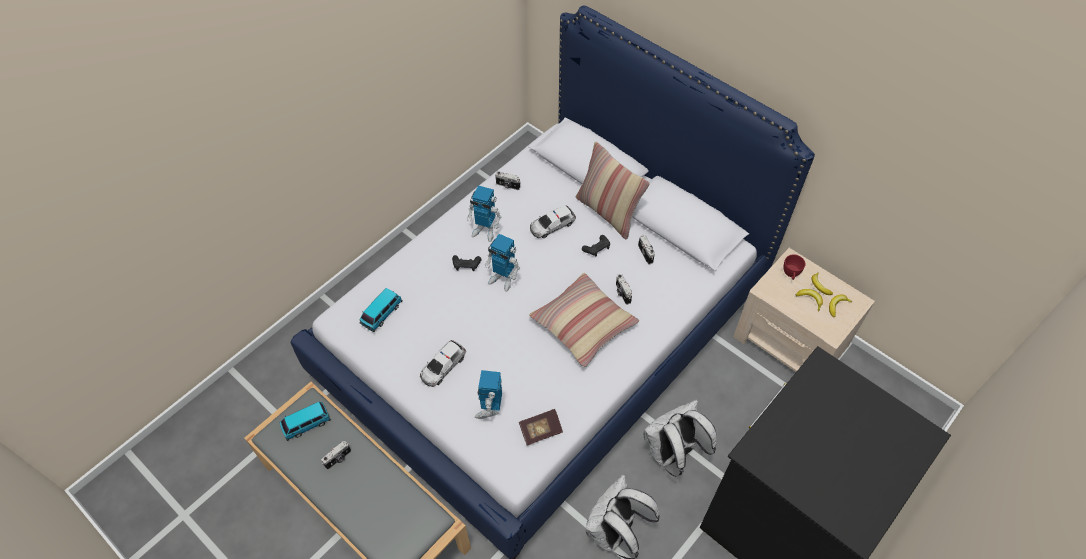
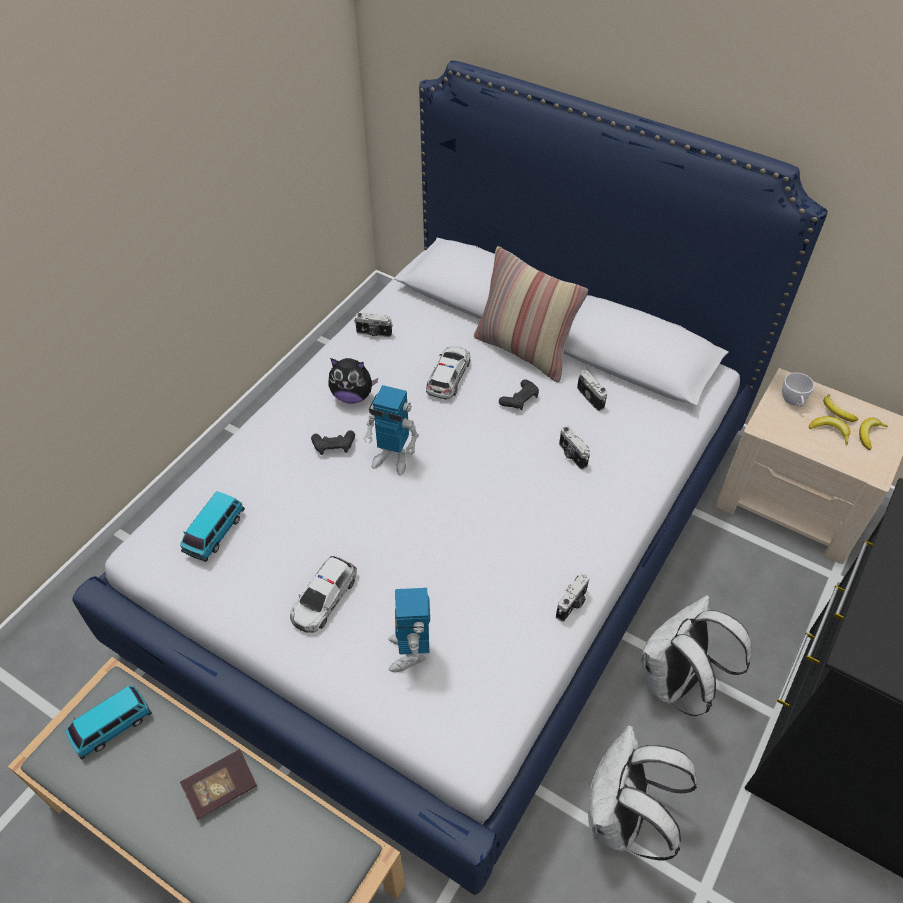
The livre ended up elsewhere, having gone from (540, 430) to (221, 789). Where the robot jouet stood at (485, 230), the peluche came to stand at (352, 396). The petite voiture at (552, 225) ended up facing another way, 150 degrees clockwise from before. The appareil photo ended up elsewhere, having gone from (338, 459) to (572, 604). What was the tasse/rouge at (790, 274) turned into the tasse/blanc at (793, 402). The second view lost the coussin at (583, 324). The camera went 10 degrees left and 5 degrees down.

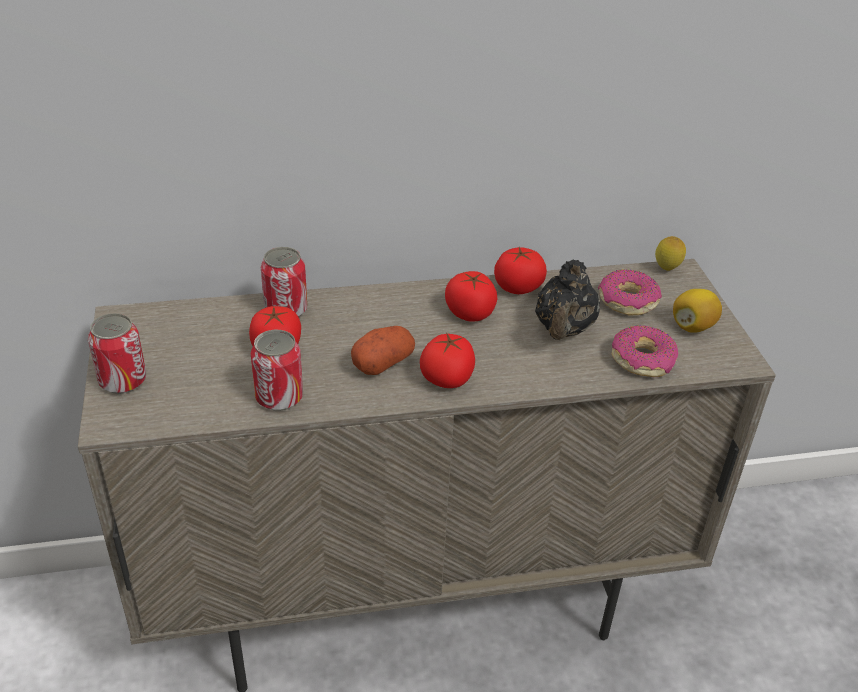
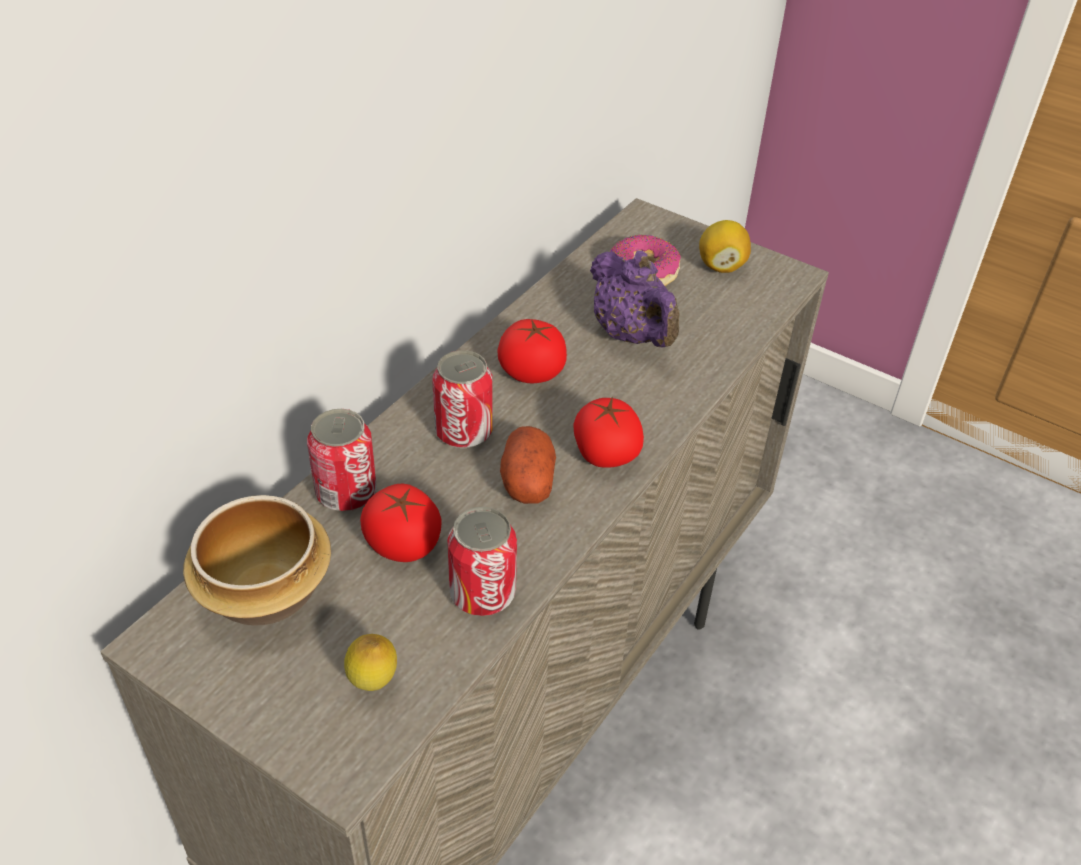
The second view gained the bol at (268, 594). The citron ended up elsewhere, having gone from (666, 270) to (373, 683). The boîte métallique ended up elsewhere, having gone from (123, 381) to (463, 431). What was the théière/noir at (563, 330) turned into the théière/violet at (632, 335). The second view lost the tomate at (518, 287). The second view lost the beignet at (642, 360). The camera went 45 degrees left and 5 degrees up.

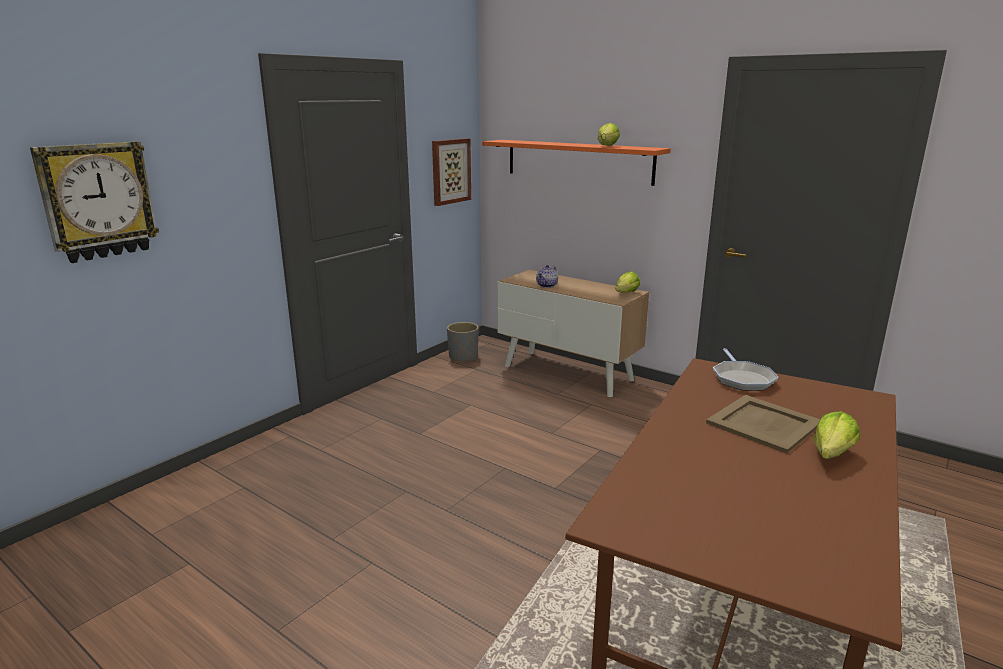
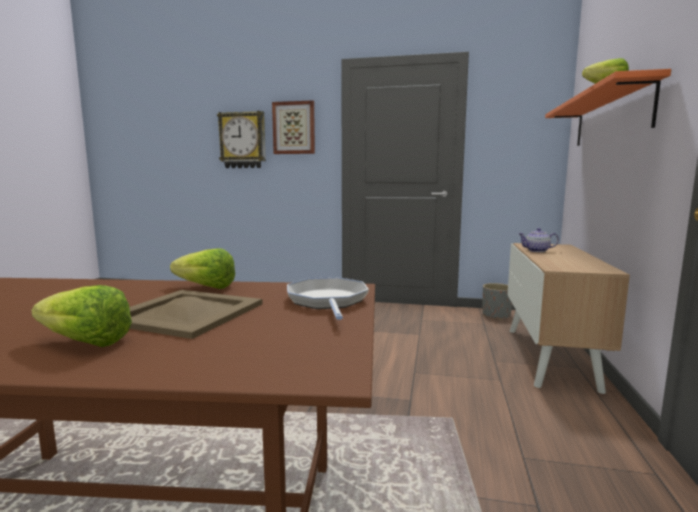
The laitue ended up elsewhere, having gone from (623, 294) to (202, 287). The tableau ended up elsewhere, having gone from (450, 171) to (294, 128). The poêle at (742, 379) ended up facing another way, 105 degrees clockwise from before. The camera went 65 degrees right and 10 degrees down.

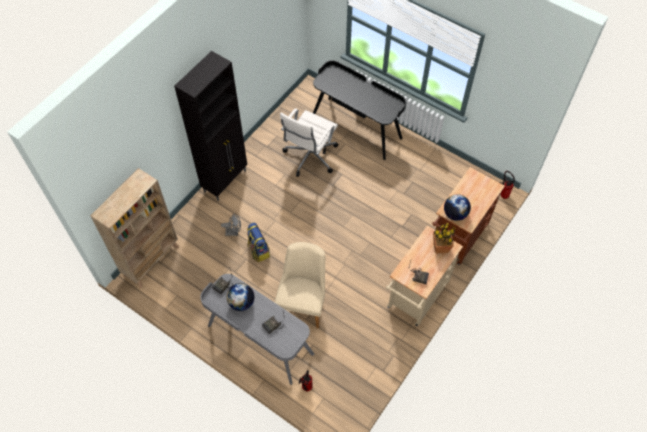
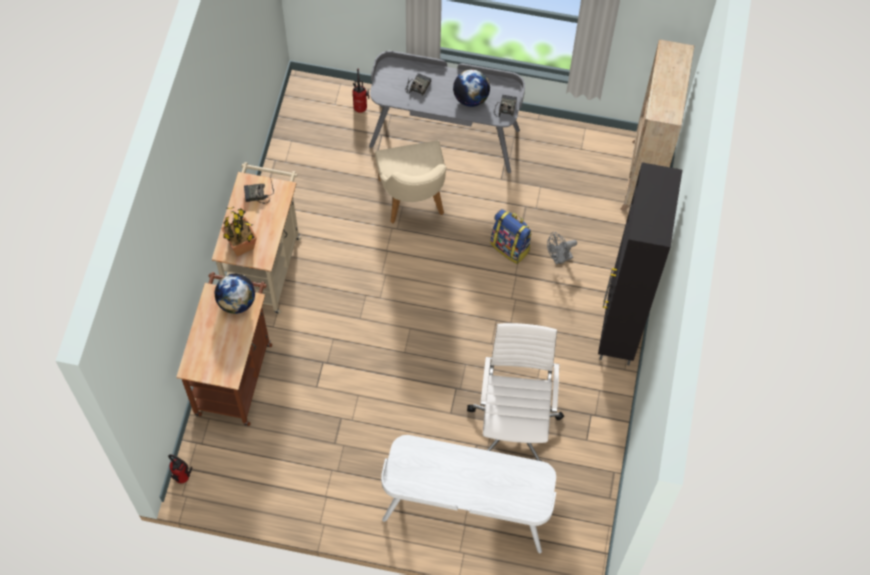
What was the bureau/noir at (356, 127) turned into the bureau/blanc at (466, 510). The camera went 155 degrees right and 5 degrees up.

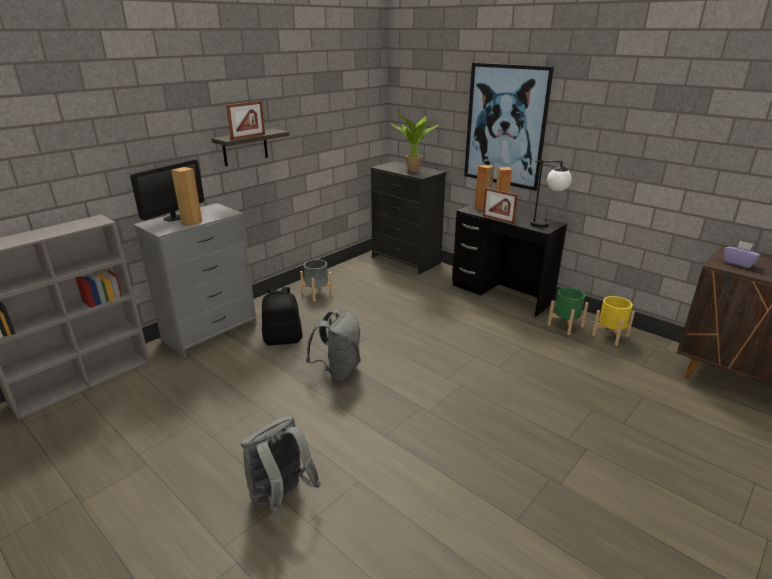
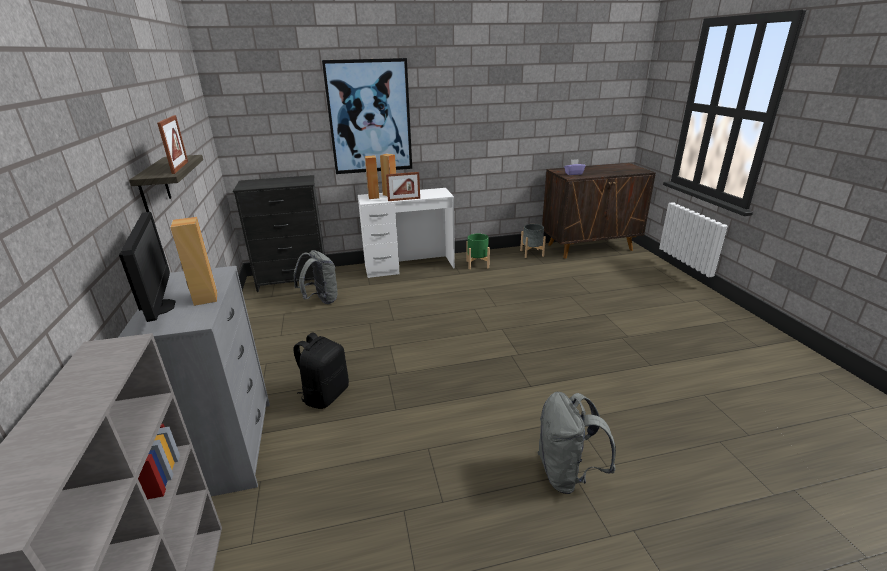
The sac à dos/gris ended up elsewhere, having gone from (338, 371) to (321, 300). What was the bureau/noir at (501, 294) turned into the bureau/blanc at (409, 266). The cache-pot/gris ended up elsewhere, having gone from (317, 294) to (531, 253). The second view lost the plante en pot at (414, 171). The second view lost the lampe de table at (547, 224). The second view lost the cache-pot/jaune at (610, 335). The camera went 55 degrees left and 0 degrees up.

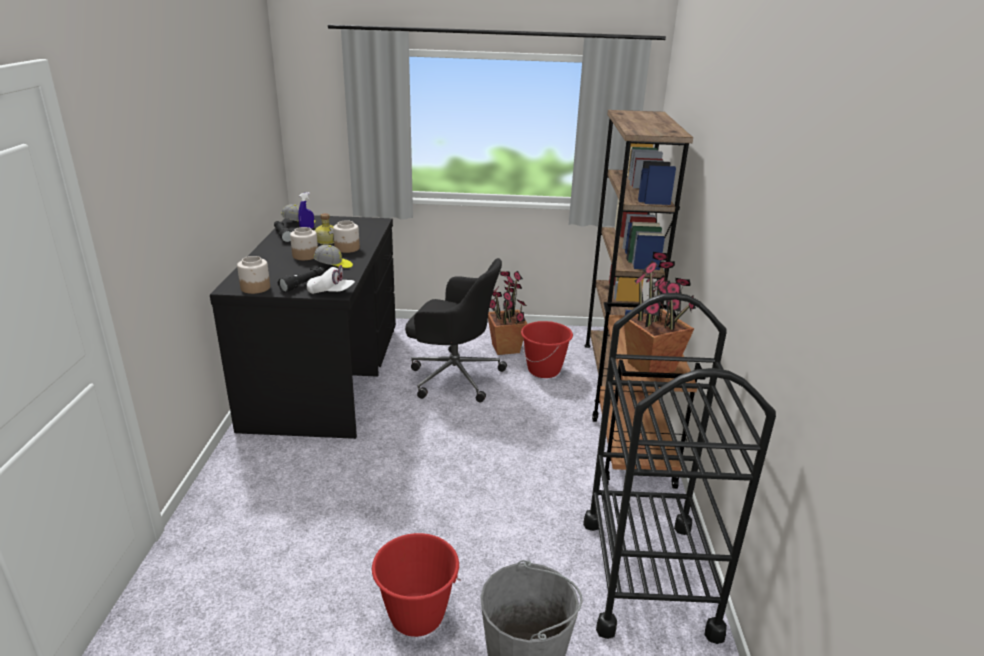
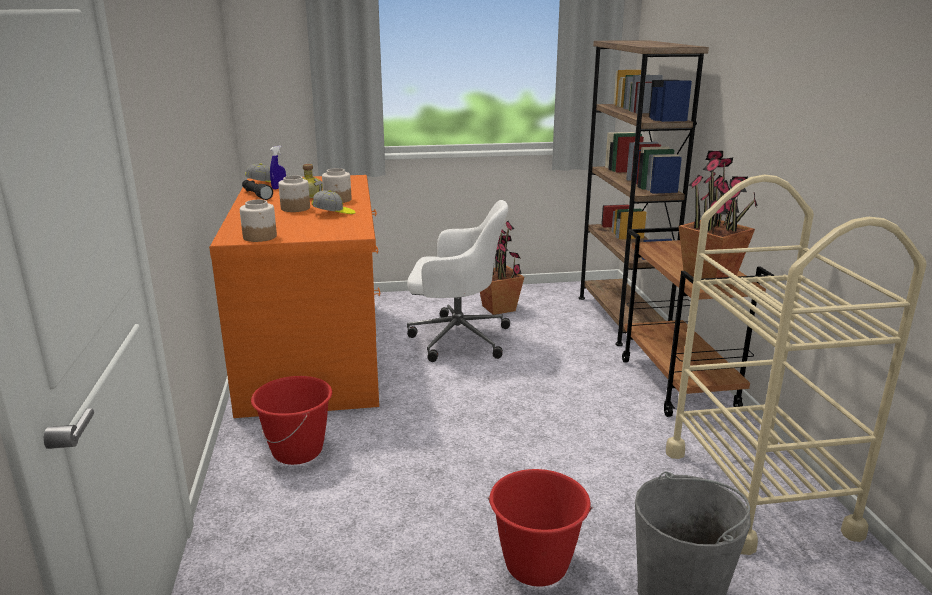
What was the bureau/noir at (326, 375) turned into the bureau/orange at (314, 352). The seau/rouge ended up elsewhere, having gone from (544, 370) to (298, 451). What was the chaise de bureau/noir at (453, 376) turned into the chaise de bureau/blanc at (456, 338). What was the chariot/noir at (647, 575) turned into the chariot/beige at (756, 491). The second view lost the lampe de poche/noir at (304, 284). The second view lost the casquette/blanc at (331, 292). The camera went 10 degrees left and 5 degrees down.

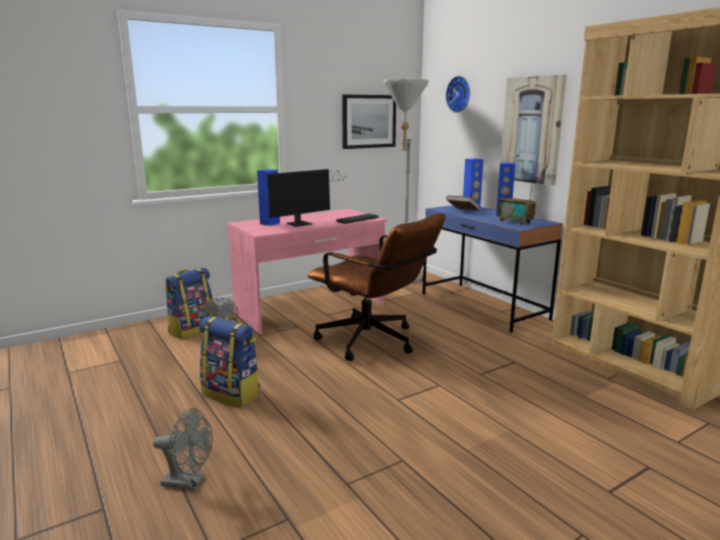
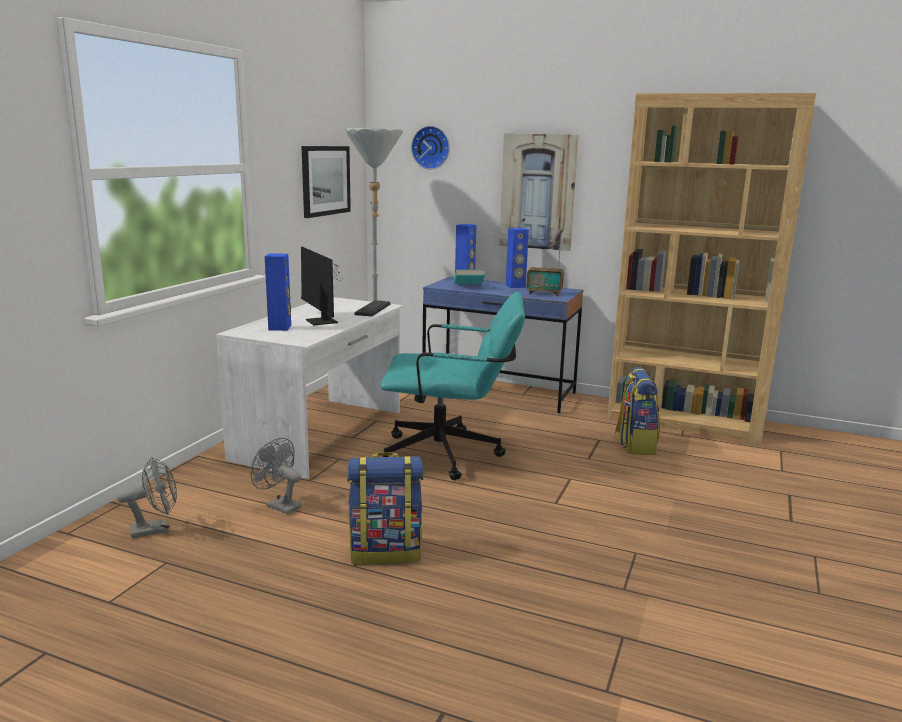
The ventilateur/gris ended up elsewhere, having gone from (189, 482) to (156, 529). What was the bureau/rose at (310, 308) turned into the bureau/blanc at (321, 434). The écran d'ordinateur at (303, 223) ended up facing another way, 135 degrees clockwise from before. What was the chaise de bureau/marron at (374, 343) turned into the chaise de bureau/turquoise at (452, 455). What was the livre/marron at (462, 211) turned into the livre/turquoise at (468, 286). The sac à dos ended up elsewhere, having gone from (192, 330) to (635, 444). The camera went 35 degrees left and 0 degrees up.

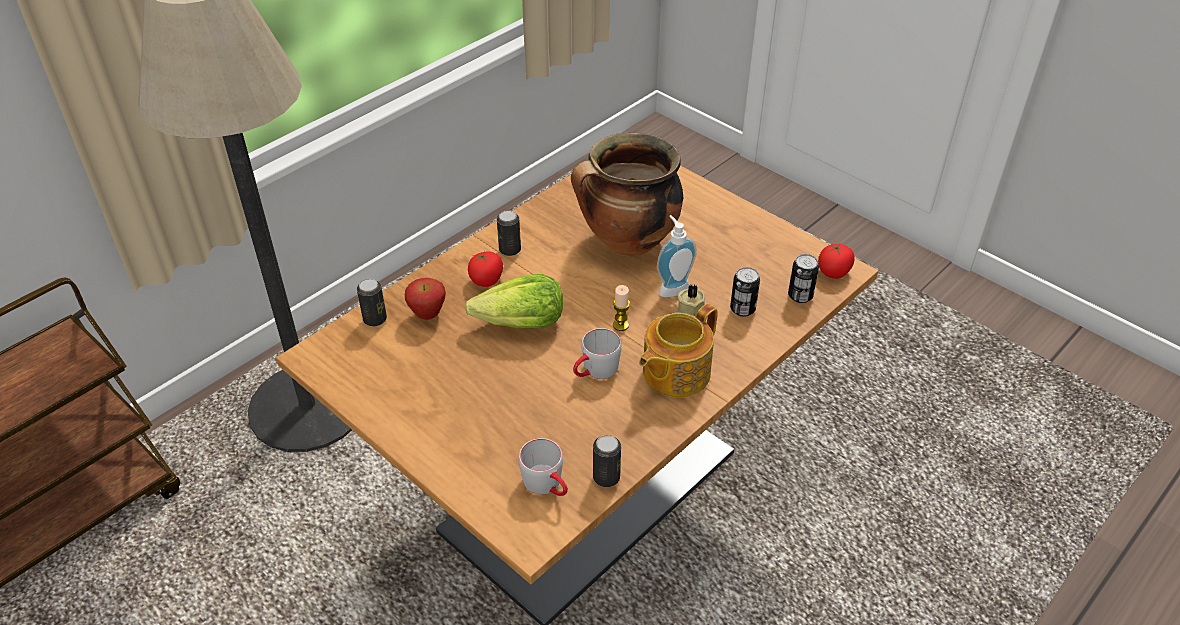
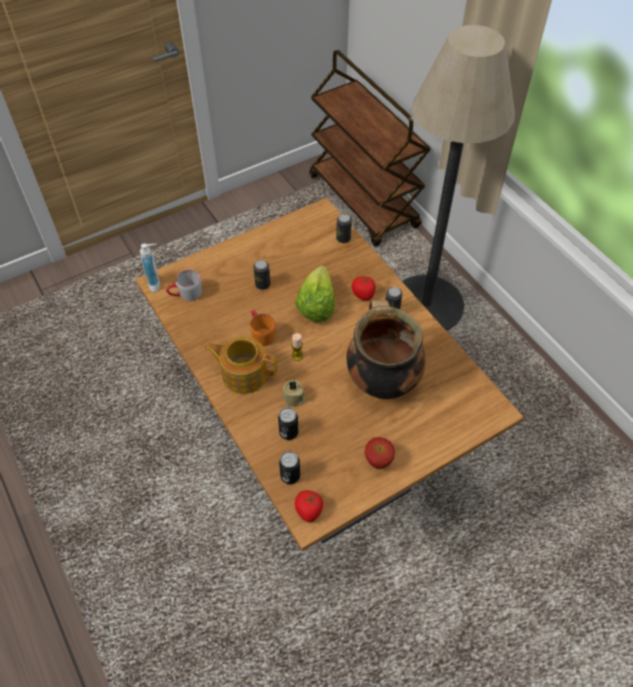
The distributeur de savon ended up elsewhere, having gone from (672, 287) to (157, 283). The théière at (674, 373) ended up facing another way, 45 degrees counterclockwise from before. What was the mug/gris at (595, 371) turned into the mug/orange at (261, 333). The boîte métallique ended up elsewhere, having gone from (606, 477) to (262, 284). The pomme ended up elsewhere, having gone from (428, 315) to (378, 462). The camera went 105 degrees right and 10 degrees up.

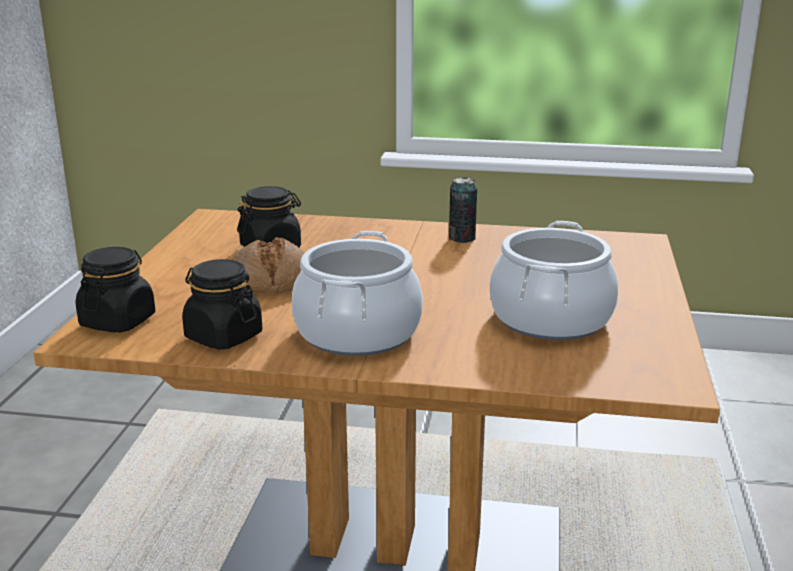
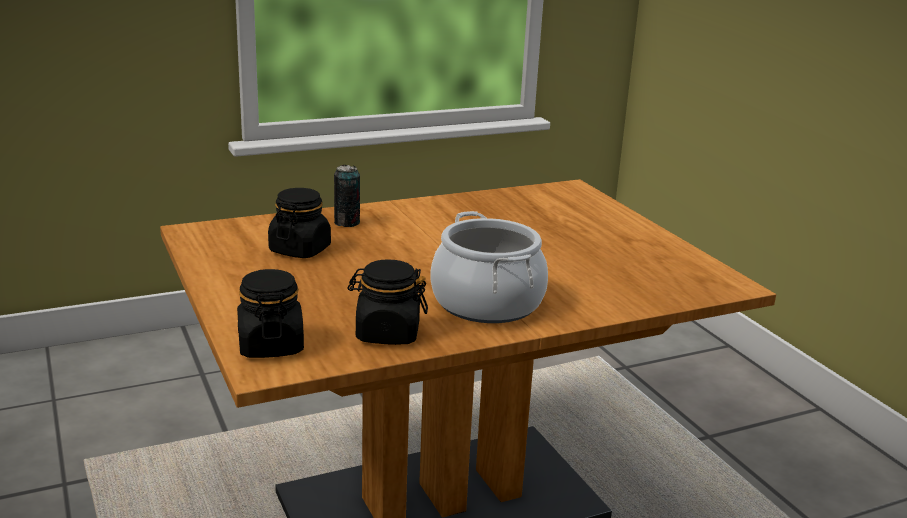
The boîte métallique ended up elsewhere, having gone from (462, 238) to (347, 223). The second view lost the pain at (272, 281). The second view lost the marmite at (551, 318). The camera went 35 degrees left and 0 degrees up.

